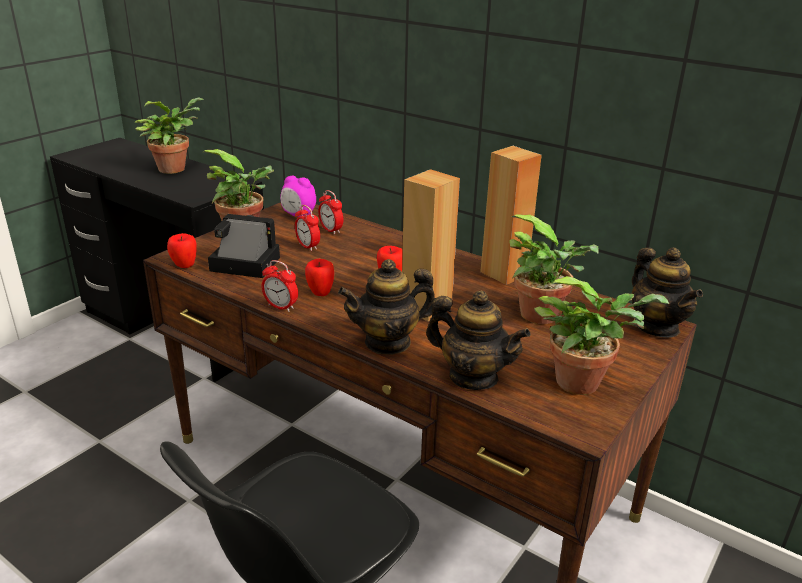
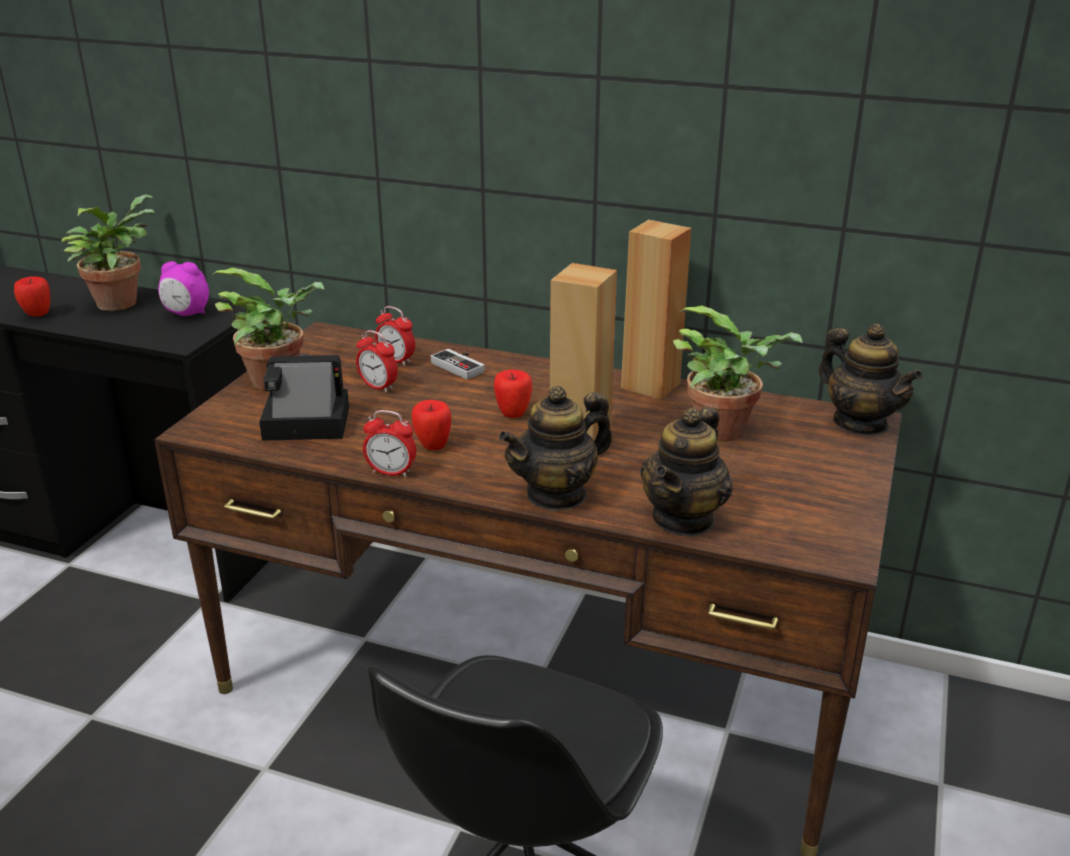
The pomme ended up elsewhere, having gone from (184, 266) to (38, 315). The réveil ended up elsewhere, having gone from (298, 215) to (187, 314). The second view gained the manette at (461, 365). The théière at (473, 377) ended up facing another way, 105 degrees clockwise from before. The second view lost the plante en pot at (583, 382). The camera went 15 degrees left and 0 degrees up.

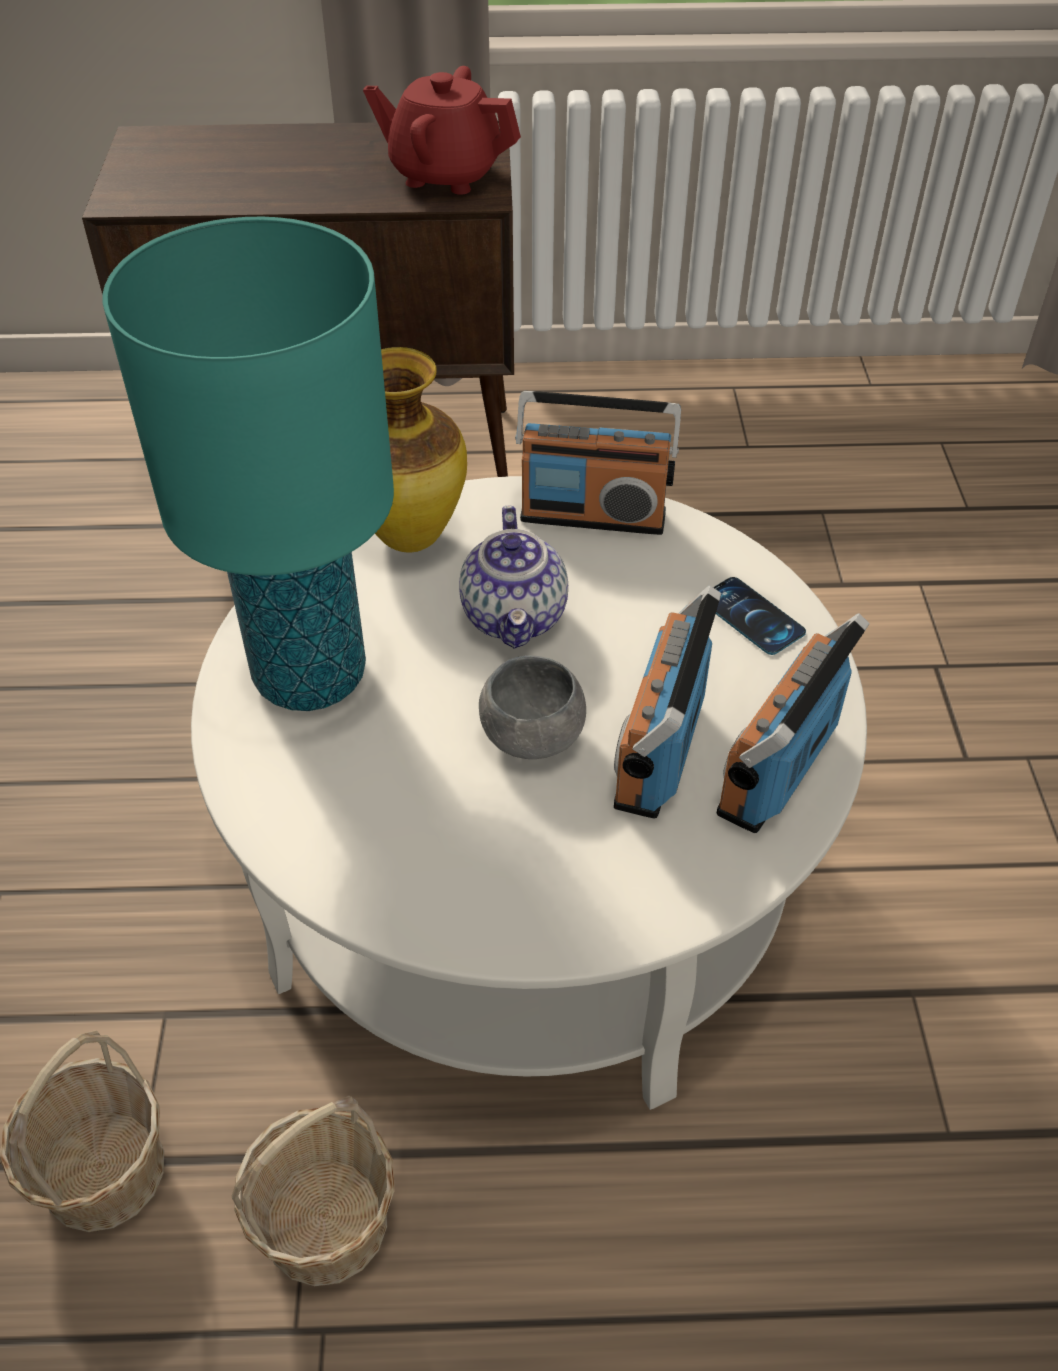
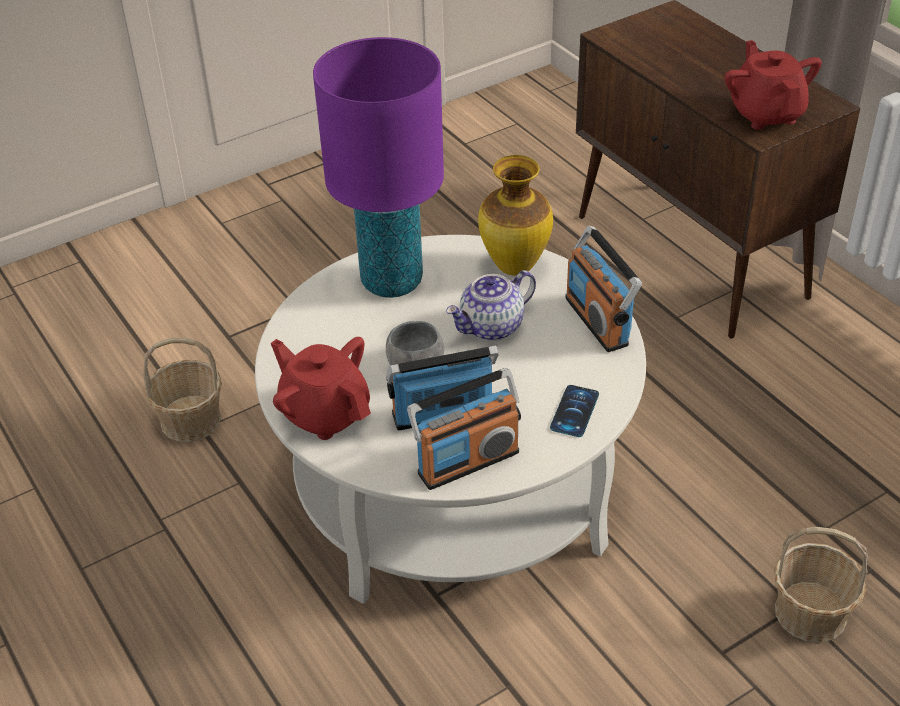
The second view gained the théière/rouge at (325, 413). What was the lampe de table/turquoise at (311, 676) turned into the lampe de table/violet at (392, 281). The radio at (777, 768) ended up facing another way, 150 degrees clockwise from before. The panier ended up elsewhere, having gone from (327, 1222) to (811, 613). The camera went 60 degrees right and 5 degrees down.

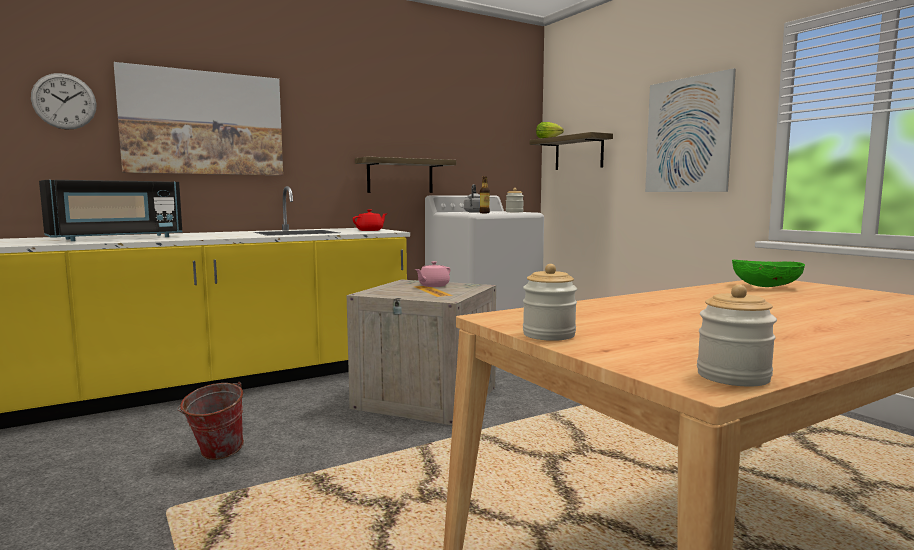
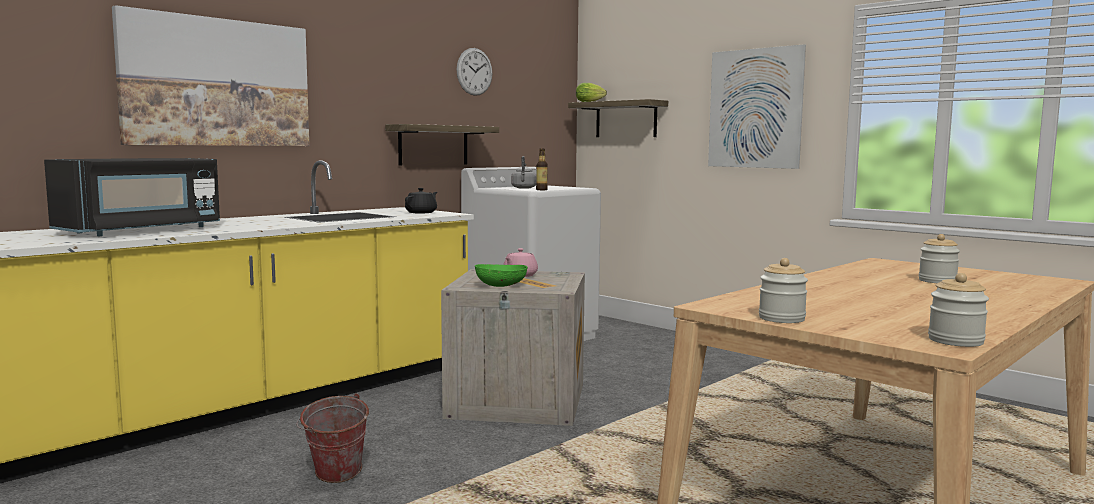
What was the théière/rouge at (370, 230) turned into the théière/noir at (421, 212). The horloge murale ended up elsewhere, having gone from (64, 101) to (474, 71). The bol/vert ended up elsewhere, having gone from (765, 286) to (501, 286). The bocal ended up elsewhere, having gone from (514, 212) to (937, 281). The camera went 15 degrees left and 0 degrees up.

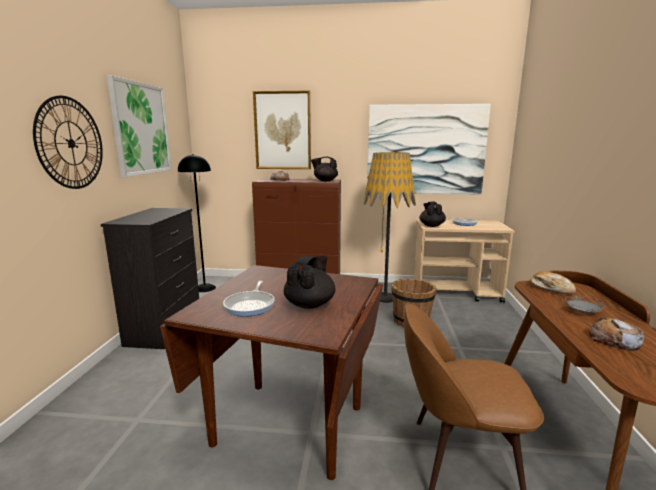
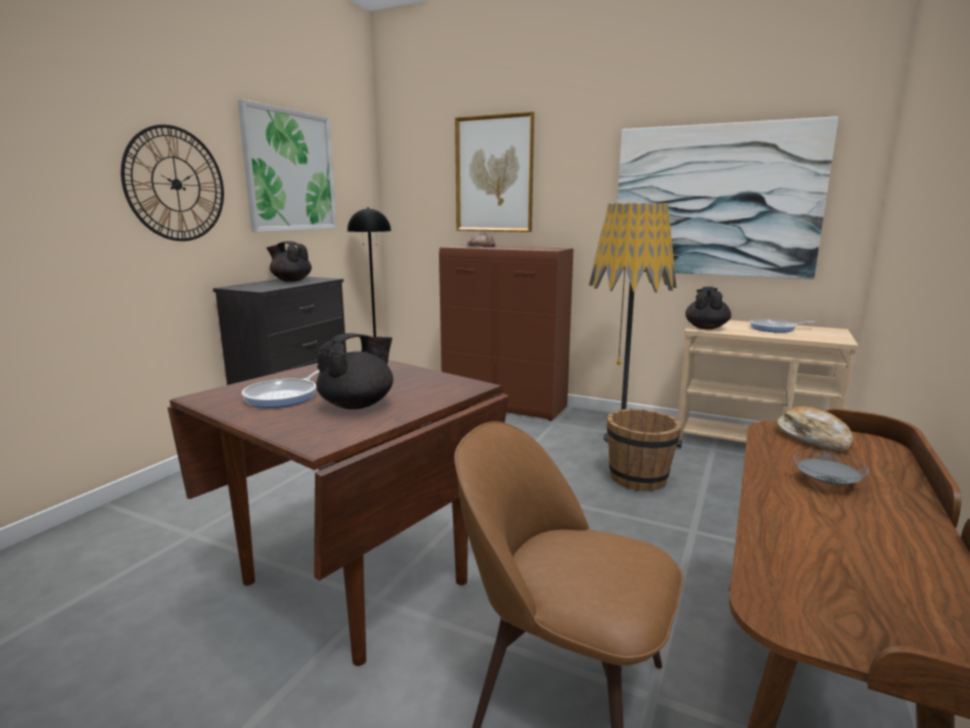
The théière/noir ended up elsewhere, having gone from (325, 180) to (291, 280). The second view lost the pain at (614, 340). The camera went 20 degrees right and 0 degrees up.

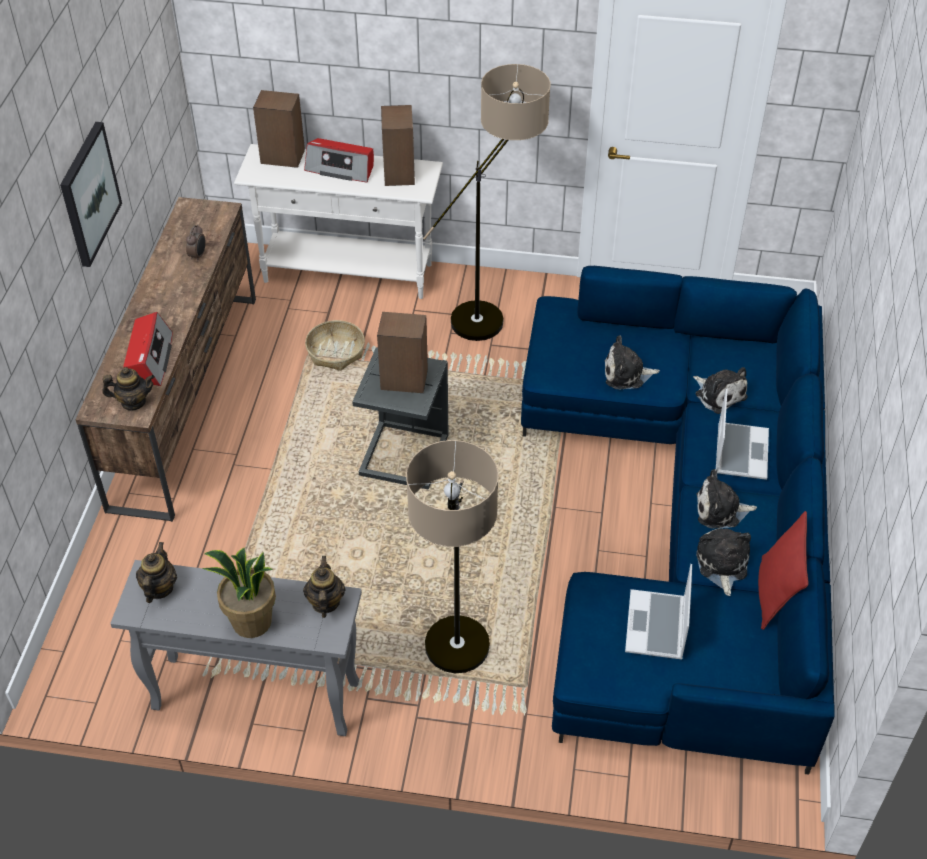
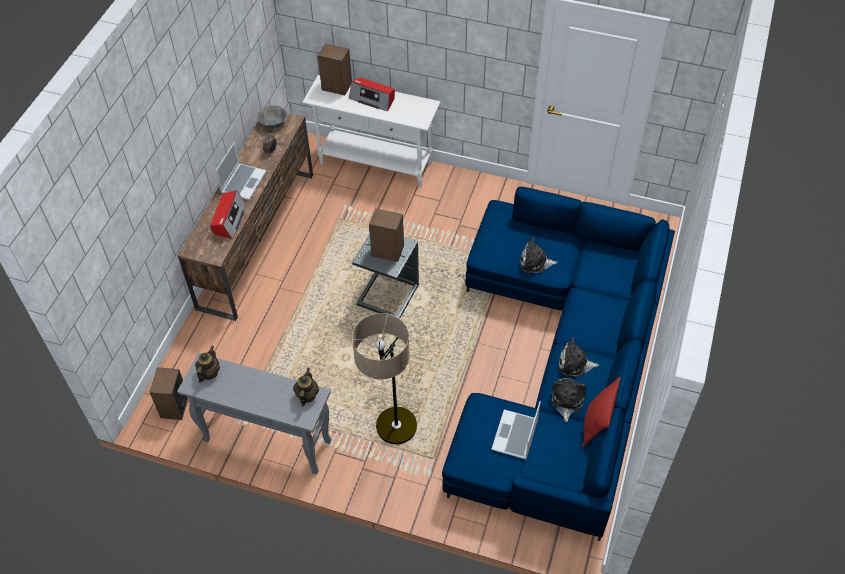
The enceinte ended up elsewhere, having gone from (398, 173) to (174, 406). The ordinateur portable ended up elsewhere, having gone from (740, 451) to (243, 182). The second view gained the bol/gris at (273, 123). The second view lost the tableau at (88, 194). The second view lost the théière at (133, 402). The second view lost the plante en pot at (251, 622). The second view lost the panier at (335, 352). The second view lost the lampadaire at (494, 313). The second view lost the peluche at (719, 394). The camera went 10 degrees right and 5 degrees up.

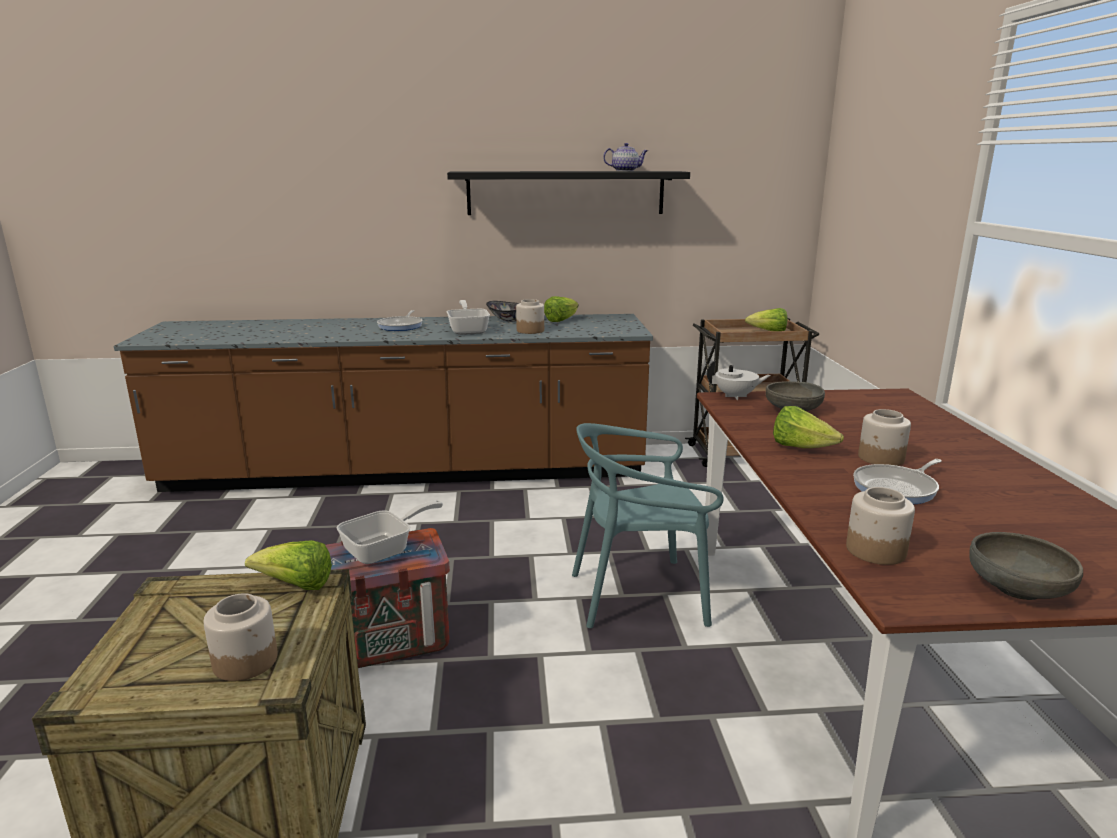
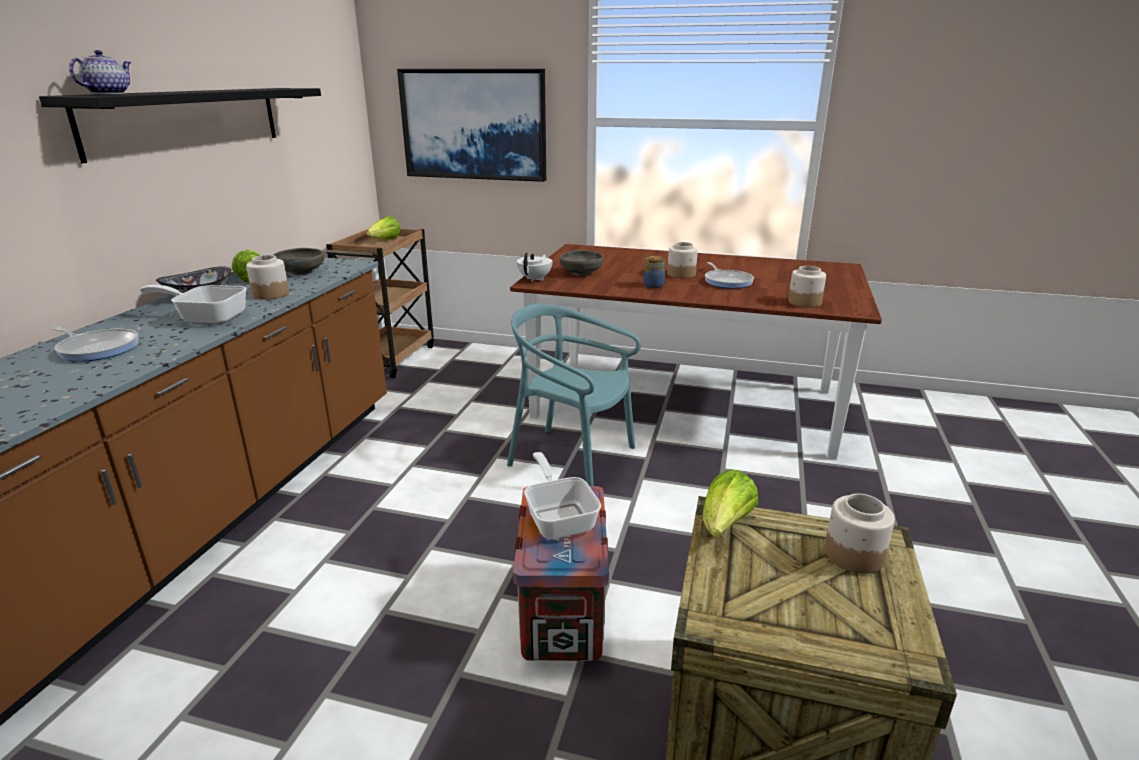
The théière ended up elsewhere, having gone from (625, 171) to (109, 94). The bol/gris ended up elsewhere, having gone from (1017, 588) to (301, 272). The second view gained the tableau at (474, 124). The chaise/turquoise at (639, 595) ended up facing another way, 105 degrees clockwise from before. Where the laitue stood at (801, 448), the bocal came to stand at (652, 285). The camera went 70 degrees left and 5 degrees up.

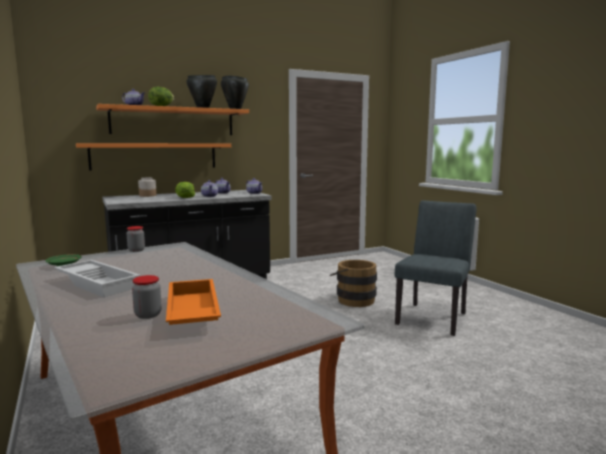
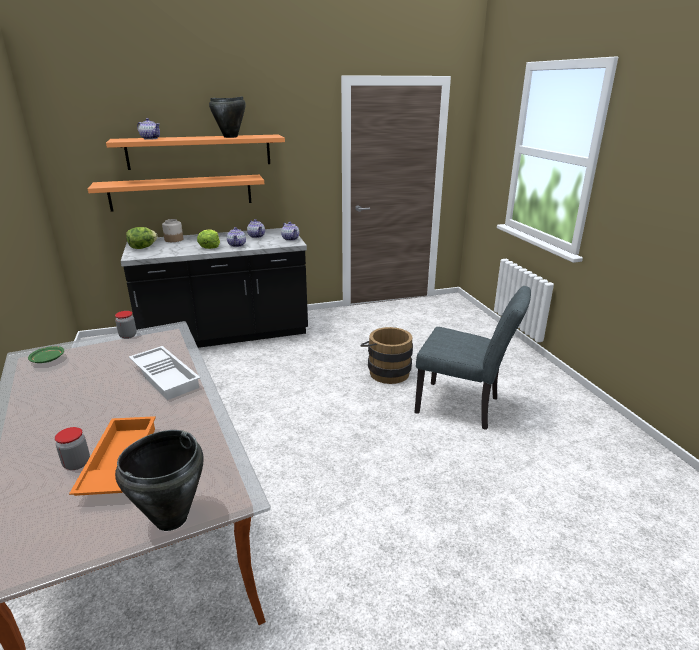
The marmite/noir ended up elsewhere, having gone from (235, 109) to (170, 519). The laitue ended up elsewhere, having gone from (161, 106) to (143, 248). The plateau/blanc ended up elsewhere, having gone from (99, 283) to (166, 376). The chaise/gris at (433, 316) ended up facing another way, 75 degrees clockwise from before. The camera went 10 degrees right and 15 degrees up.

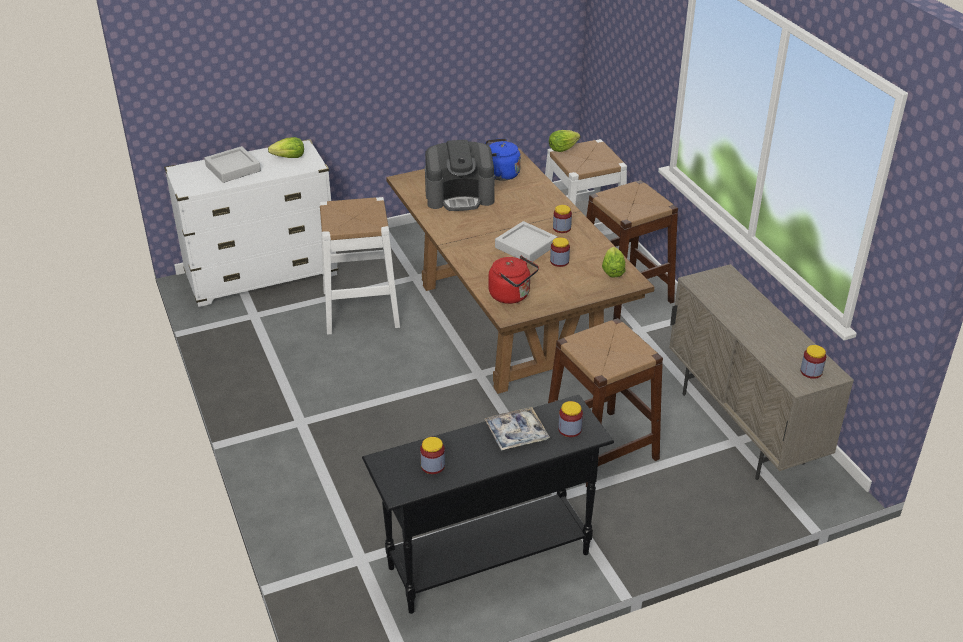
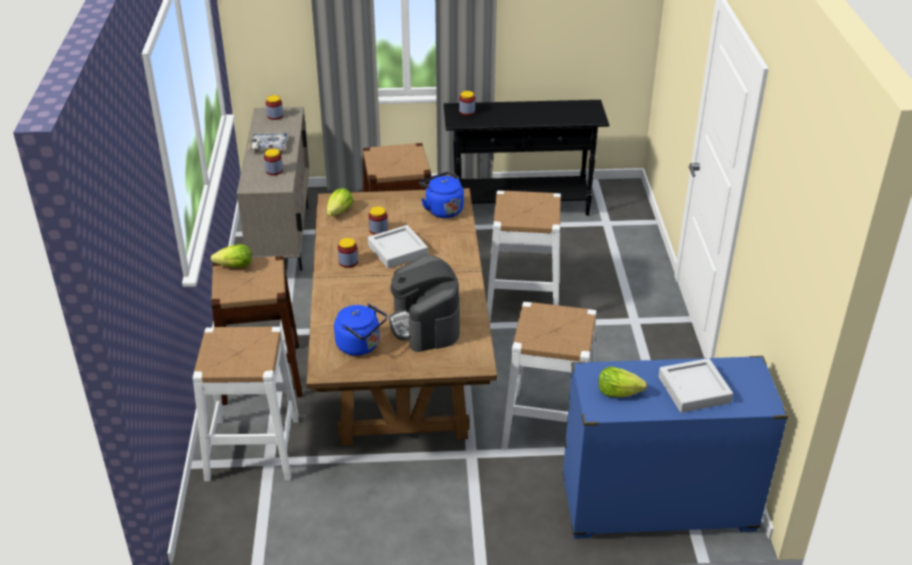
The laitue ended up elsewhere, having gone from (562, 149) to (235, 266). The plateau ended up elsewhere, having gone from (516, 434) to (269, 145). The bocal ended up elsewhere, having gone from (433, 466) to (274, 171). The machine à café at (460, 196) ended up facing another way, 120 degrees counterclockwise from before. What was the bouilloire/rouge at (512, 295) turned into the bouilloire/bleu at (442, 209). The second view gained the tabouret/blanc at (523, 300). What was the commode/blanc at (262, 275) turned into the commode/bleu at (657, 505). The camera went 160 degrees left and 0 degrees up.

